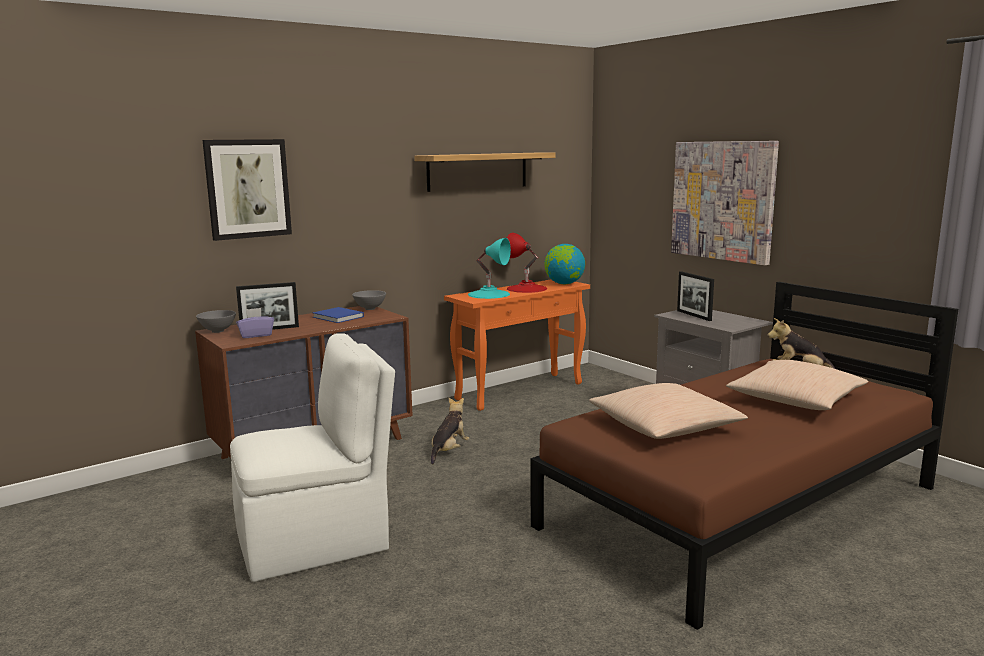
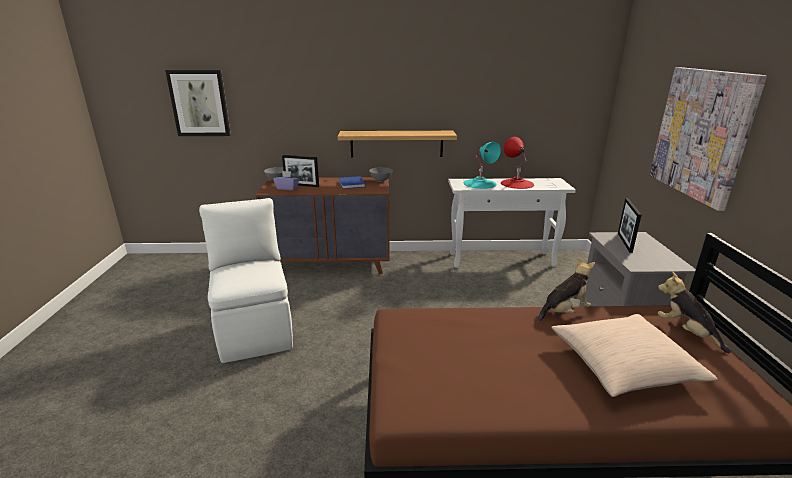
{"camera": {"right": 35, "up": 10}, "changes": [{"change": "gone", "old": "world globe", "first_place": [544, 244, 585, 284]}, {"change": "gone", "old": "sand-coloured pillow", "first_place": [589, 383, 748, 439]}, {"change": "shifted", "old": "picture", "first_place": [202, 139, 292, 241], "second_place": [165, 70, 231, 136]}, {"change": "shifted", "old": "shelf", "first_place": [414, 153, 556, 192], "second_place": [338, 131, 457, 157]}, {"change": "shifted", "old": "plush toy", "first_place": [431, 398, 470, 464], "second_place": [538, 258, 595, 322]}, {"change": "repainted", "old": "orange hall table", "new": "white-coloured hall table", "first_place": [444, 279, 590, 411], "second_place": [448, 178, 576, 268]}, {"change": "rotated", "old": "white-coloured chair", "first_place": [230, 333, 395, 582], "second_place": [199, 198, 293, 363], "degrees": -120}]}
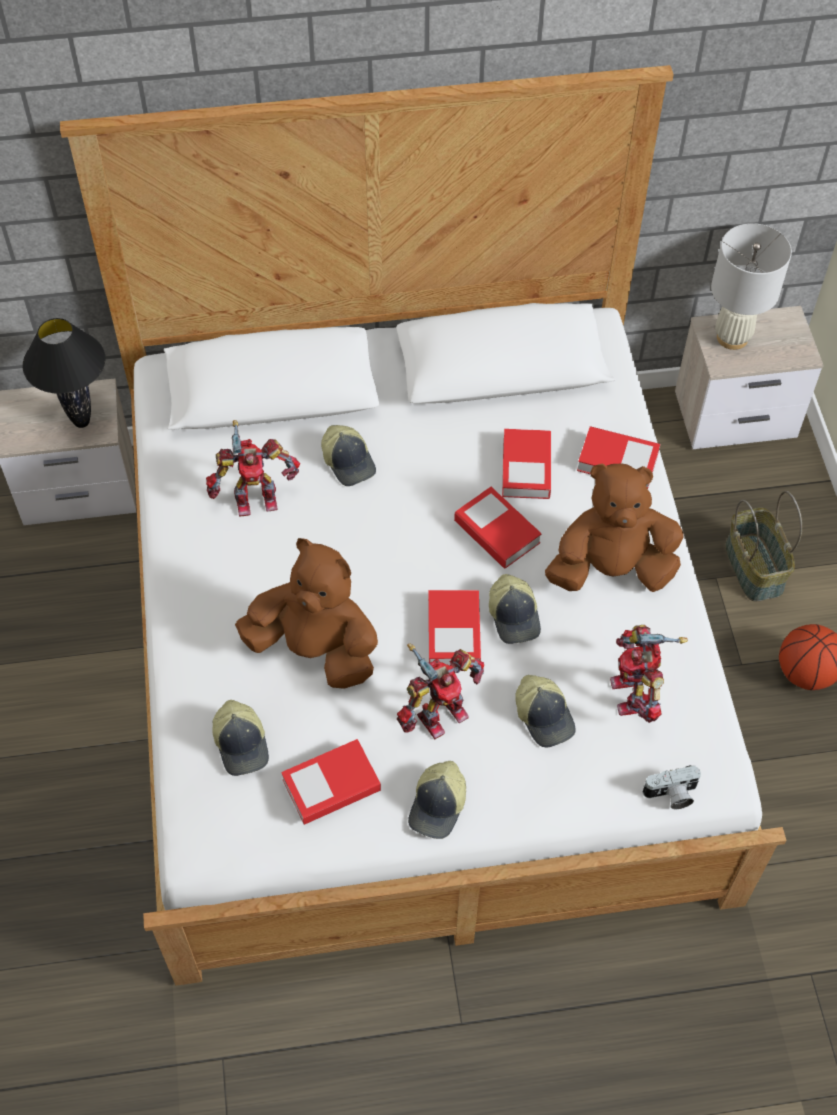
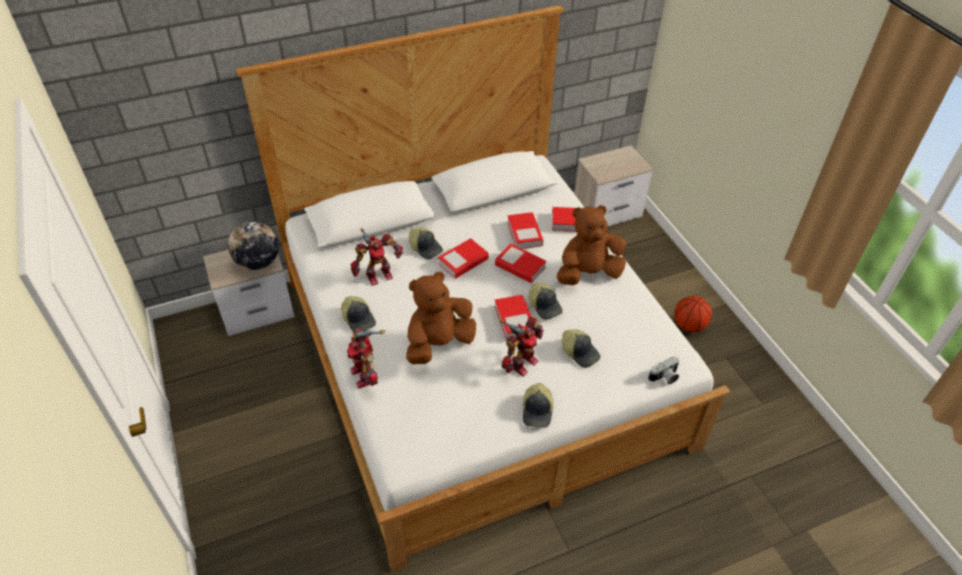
{"camera": {"right": -15, "up": -10}, "changes": [{"change": "gone", "old": "white-coloured lamp for a table", "first_place": [711, 223, 792, 350]}, {"change": "gone", "old": "household basket", "first_place": [725, 491, 802, 602]}, {"change": "shifted", "old": "cap", "first_place": [212, 700, 269, 776], "second_place": [341, 296, 376, 331]}, {"change": "shifted", "old": "volume", "first_place": [281, 739, 381, 825], "second_place": [438, 238, 489, 279]}, {"change": "shifted", "old": "toy robot", "first_place": [610, 625, 688, 723], "second_place": [347, 329, 385, 388]}, {"change": "swapped", "old": "black-coloured lamp for a table", "new": "world globe", "first_place": [23, 318, 105, 428], "second_place": [228, 221, 279, 270]}, {"change": "rotated", "old": "brown plush toy", "first_place": [235, 538, 378, 689], "second_place": [406, 272, 476, 364], "degrees": -45}]}
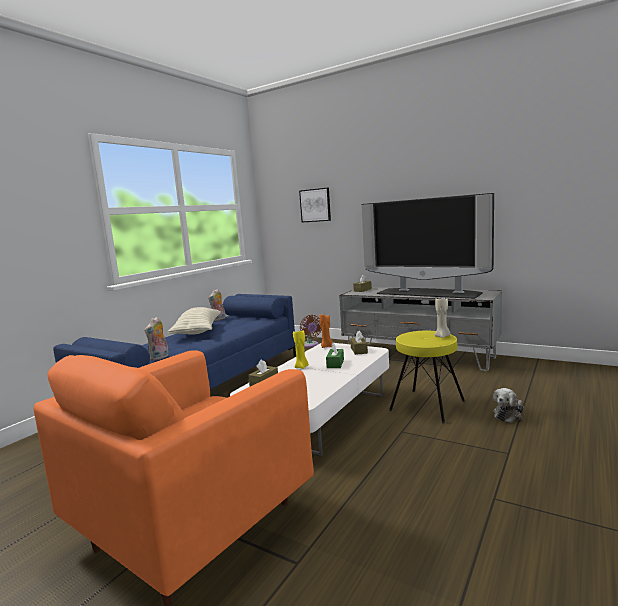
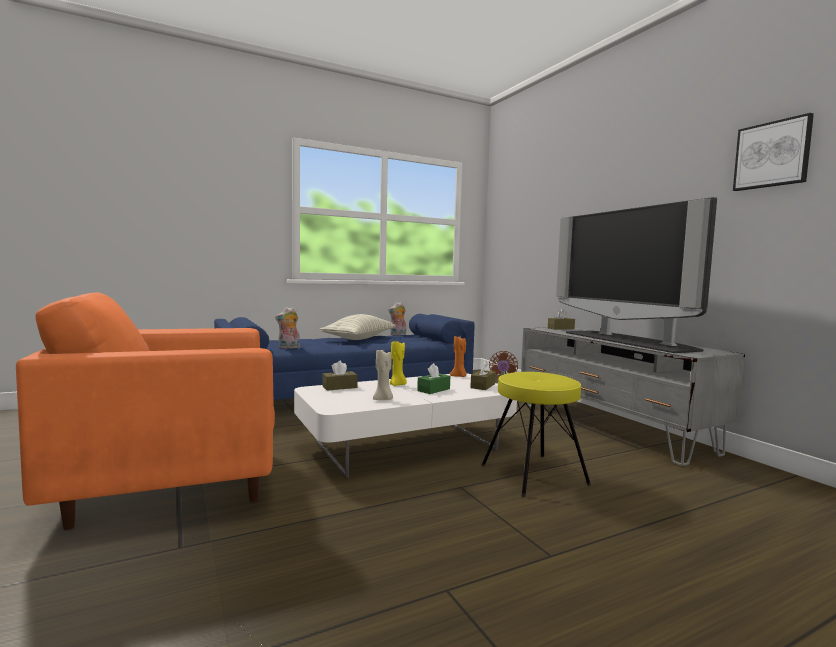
{"camera": {"right": 30, "up": -5}, "changes": [{"change": "gone", "old": "plush toy", "first_place": [493, 388, 524, 423]}, {"change": "shifted", "old": "picture", "first_place": [299, 188, 331, 223], "second_place": [733, 113, 814, 191]}, {"change": "shifted", "old": "sand-coloured wax candle", "first_place": [435, 296, 450, 338], "second_place": [373, 350, 393, 400]}]}
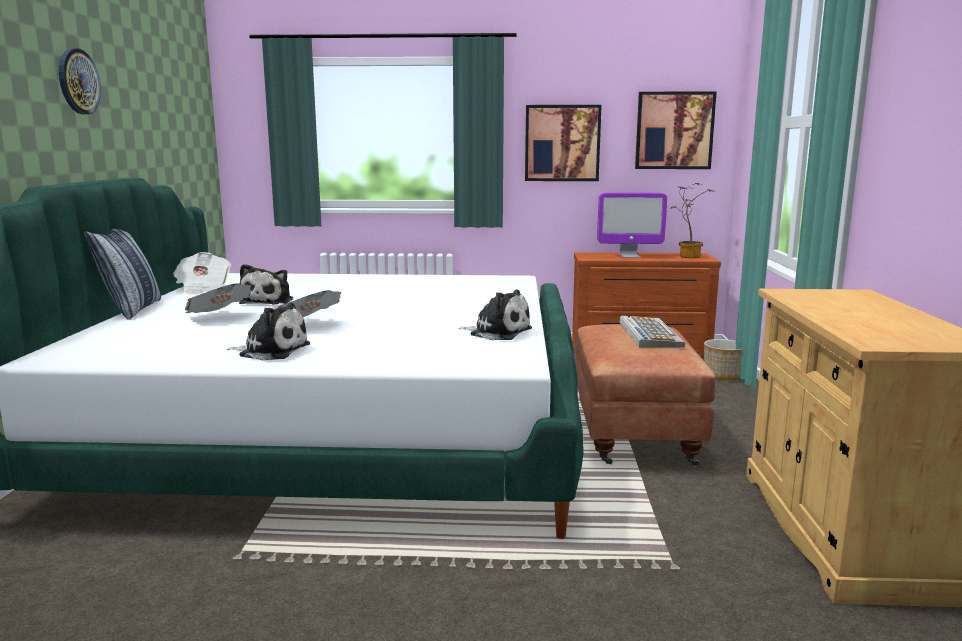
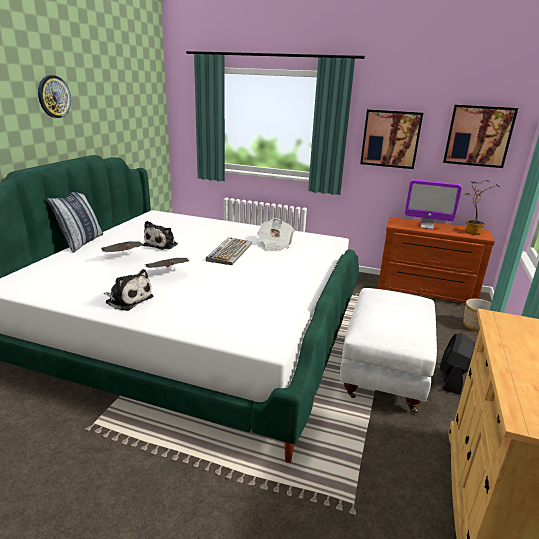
{"camera": {"right": 15, "up": 10}, "changes": [{"change": "gone", "old": "plush toy", "first_place": [458, 290, 532, 340]}, {"change": "new", "new": "black-coloured cooling fan", "second_place": [440, 333, 475, 395]}, {"change": "shifted", "old": "newspaper", "first_place": [173, 252, 231, 294], "second_place": [257, 218, 294, 251]}, {"change": "shifted", "old": "keyboard", "first_place": [619, 316, 685, 347], "second_place": [206, 237, 252, 265]}, {"change": "repainted", "old": "brown footrest", "new": "white-coloured footrest", "first_place": [576, 324, 716, 467], "second_place": [340, 288, 437, 414]}]}
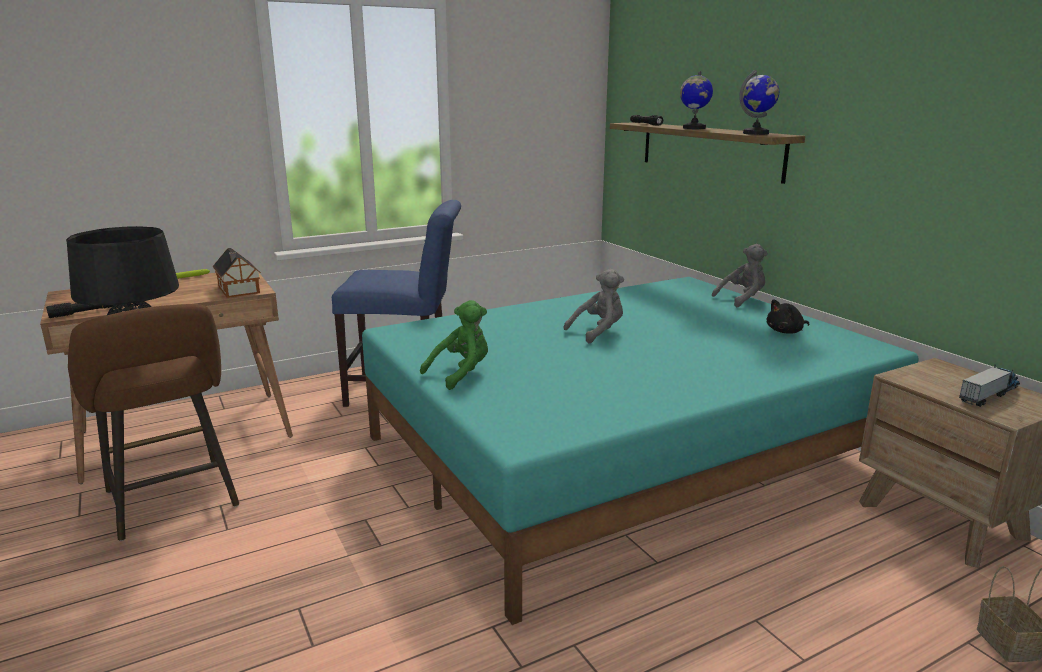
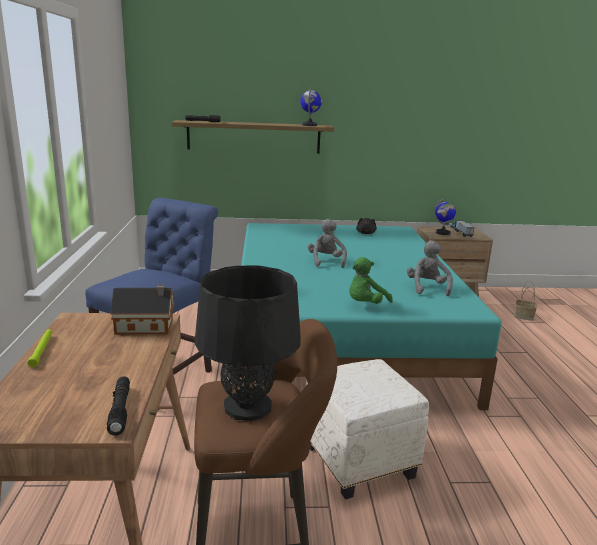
{"camera": {"right": -65, "up": 0}, "changes": [{"change": "new", "new": "white-coloured footrest", "second_place": [306, 359, 429, 500]}, {"change": "shifted", "old": "world globe", "first_place": [680, 71, 713, 129], "second_place": [435, 199, 456, 235]}, {"change": "shifted", "old": "greyish plush toy", "first_place": [712, 244, 768, 307], "second_place": [407, 240, 453, 296]}, {"change": "rotated", "old": "green plush toy", "first_place": [420, 300, 488, 390], "second_place": [349, 257, 393, 304], "degrees": -120}]}
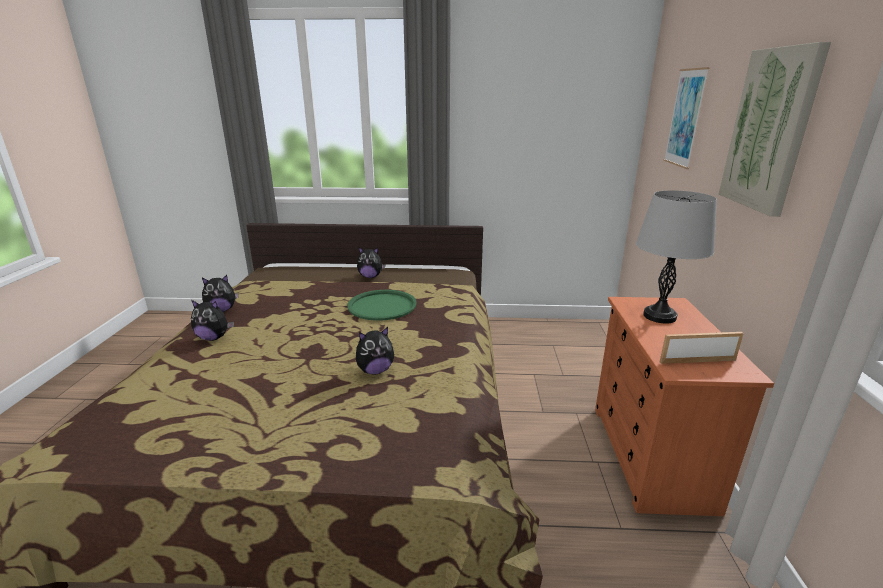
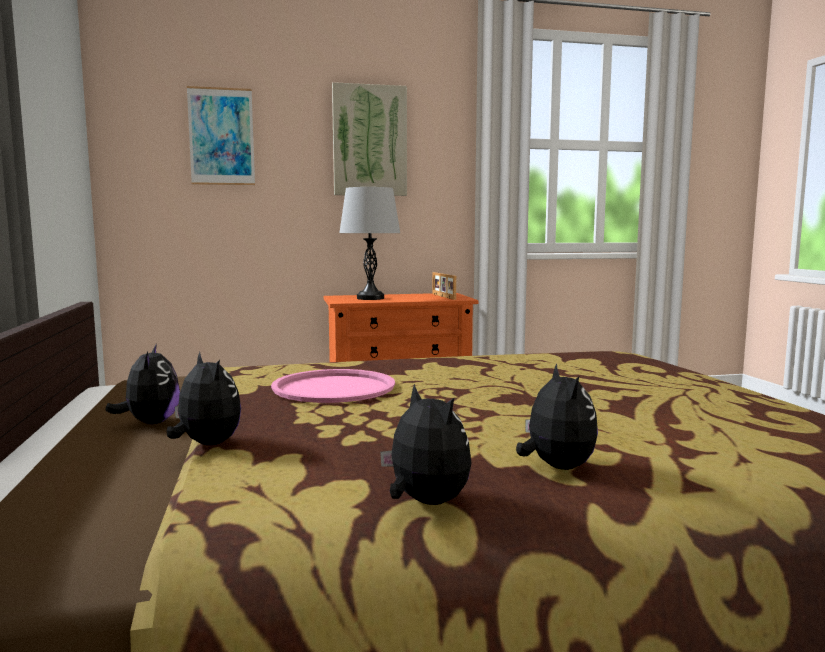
{"camera": {"right": -105, "up": -15}, "changes": [{"change": "shifted", "old": "plush toy", "first_place": [356, 327, 394, 375], "second_place": [166, 352, 241, 445]}, {"change": "repainted", "old": "green tray", "new": "pink tray", "first_place": [347, 290, 417, 321], "second_place": [271, 369, 395, 403]}]}
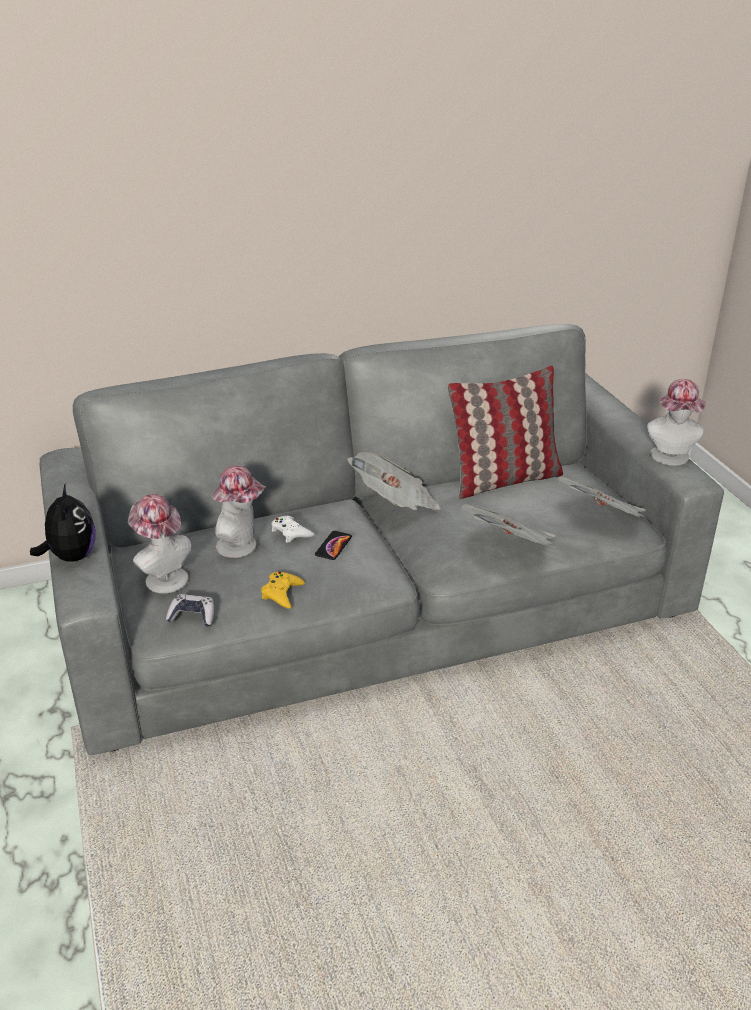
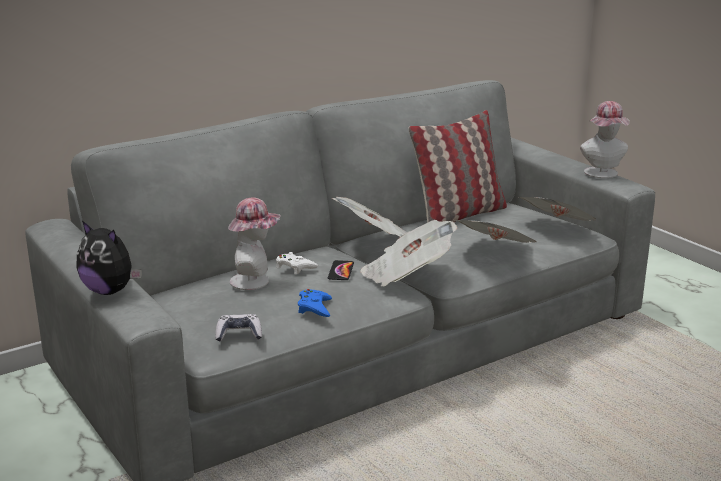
{"camera": {"right": -15, "up": -10}, "changes": [{"change": "gone", "old": "wearable hat", "first_place": [128, 494, 192, 593]}, {"change": "new", "new": "newspaper", "second_place": [360, 220, 457, 287]}, {"change": "repainted", "old": "yellow-coloured gamepad", "new": "bluish gamepad", "first_place": [261, 572, 305, 609], "second_place": [298, 289, 332, 317]}, {"change": "rotated", "old": "plush toy", "first_place": [30, 483, 96, 562], "second_place": [76, 221, 142, 295], "degrees": 150}]}
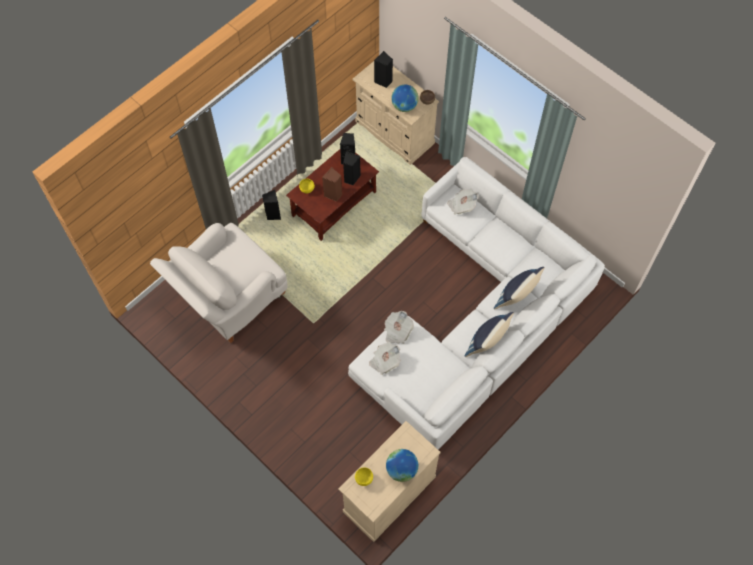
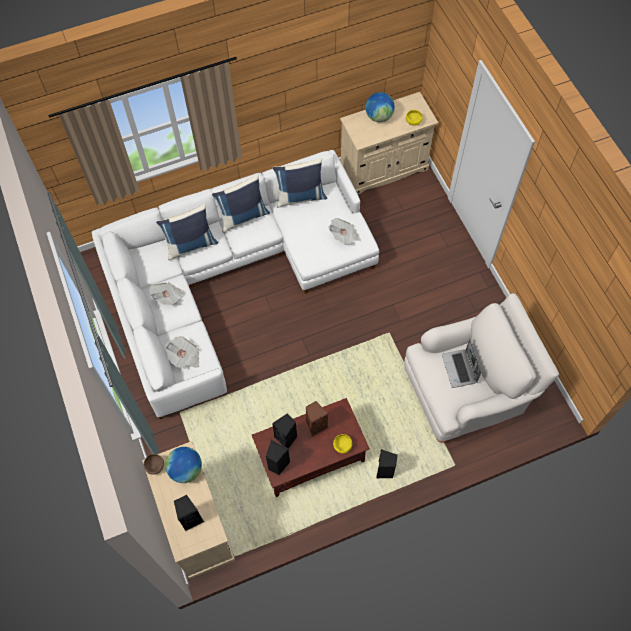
{"camera": {"right": -155, "up": 0}, "changes": [{"change": "new", "new": "bluish pillow", "second_place": [273, 158, 327, 207]}, {"change": "new", "new": "portable computer", "second_place": [442, 339, 481, 388]}, {"change": "shifted", "old": "newspaper", "first_place": [384, 311, 414, 344], "second_place": [149, 282, 184, 305]}]}
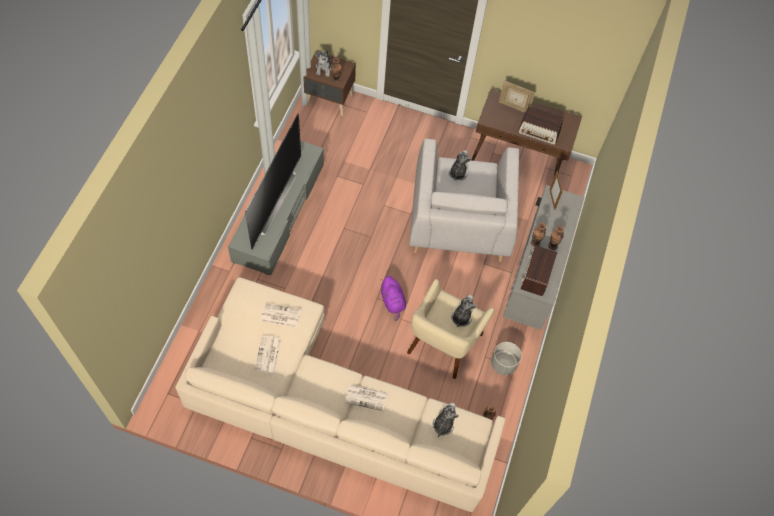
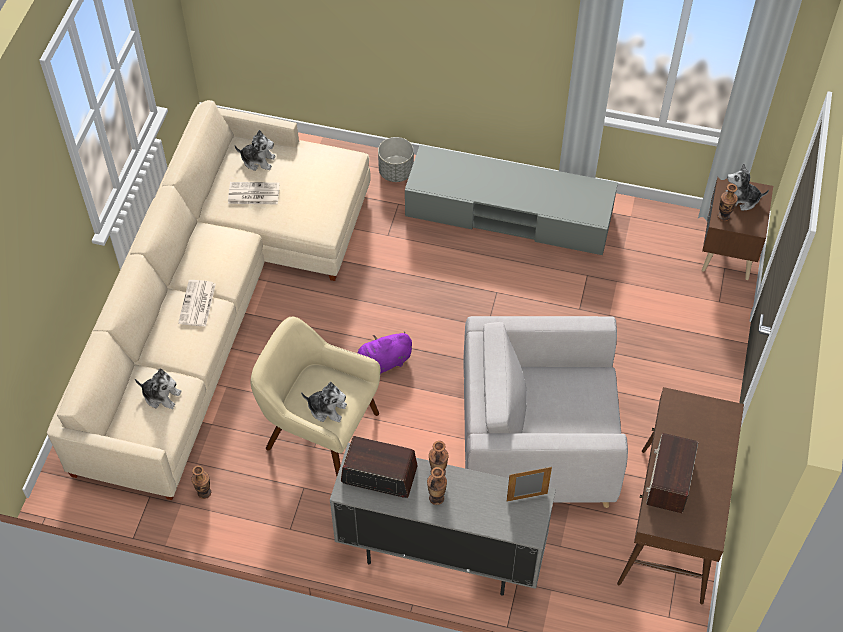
{"camera": {"right": 90, "up": -5}, "changes": [{"change": "gone", "old": "TV set", "first_place": [245, 114, 301, 250]}, {"change": "gone", "old": "newspaper", "first_place": [260, 303, 301, 328]}, {"change": "gone", "old": "standing frame", "first_place": [499, 81, 535, 113]}, {"change": "shifted", "old": "plush toy", "first_place": [449, 150, 472, 180], "second_place": [234, 130, 276, 171]}, {"change": "shifted", "old": "greyish plant pot", "first_place": [491, 342, 522, 375], "second_place": [378, 137, 414, 182]}]}
